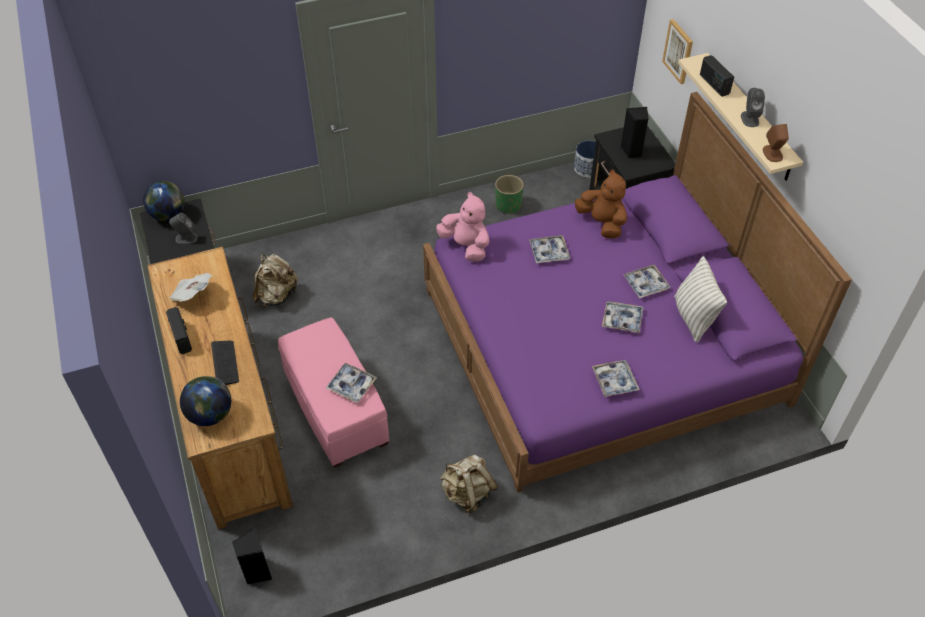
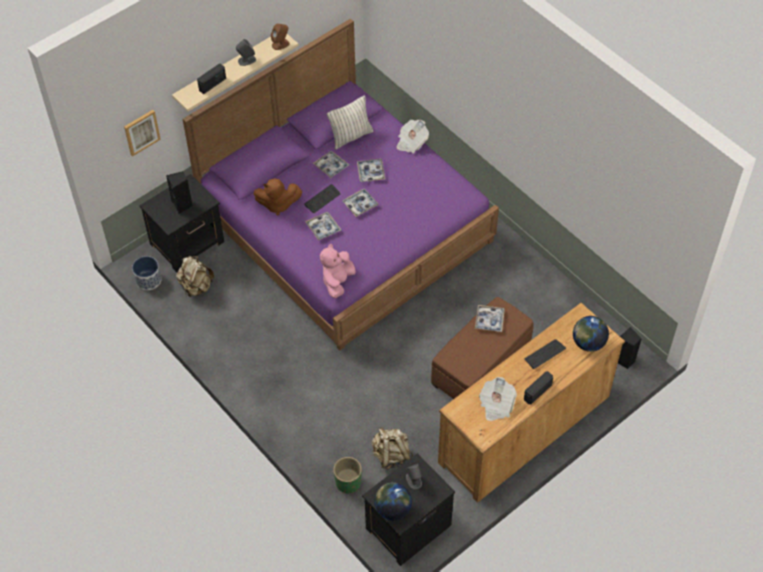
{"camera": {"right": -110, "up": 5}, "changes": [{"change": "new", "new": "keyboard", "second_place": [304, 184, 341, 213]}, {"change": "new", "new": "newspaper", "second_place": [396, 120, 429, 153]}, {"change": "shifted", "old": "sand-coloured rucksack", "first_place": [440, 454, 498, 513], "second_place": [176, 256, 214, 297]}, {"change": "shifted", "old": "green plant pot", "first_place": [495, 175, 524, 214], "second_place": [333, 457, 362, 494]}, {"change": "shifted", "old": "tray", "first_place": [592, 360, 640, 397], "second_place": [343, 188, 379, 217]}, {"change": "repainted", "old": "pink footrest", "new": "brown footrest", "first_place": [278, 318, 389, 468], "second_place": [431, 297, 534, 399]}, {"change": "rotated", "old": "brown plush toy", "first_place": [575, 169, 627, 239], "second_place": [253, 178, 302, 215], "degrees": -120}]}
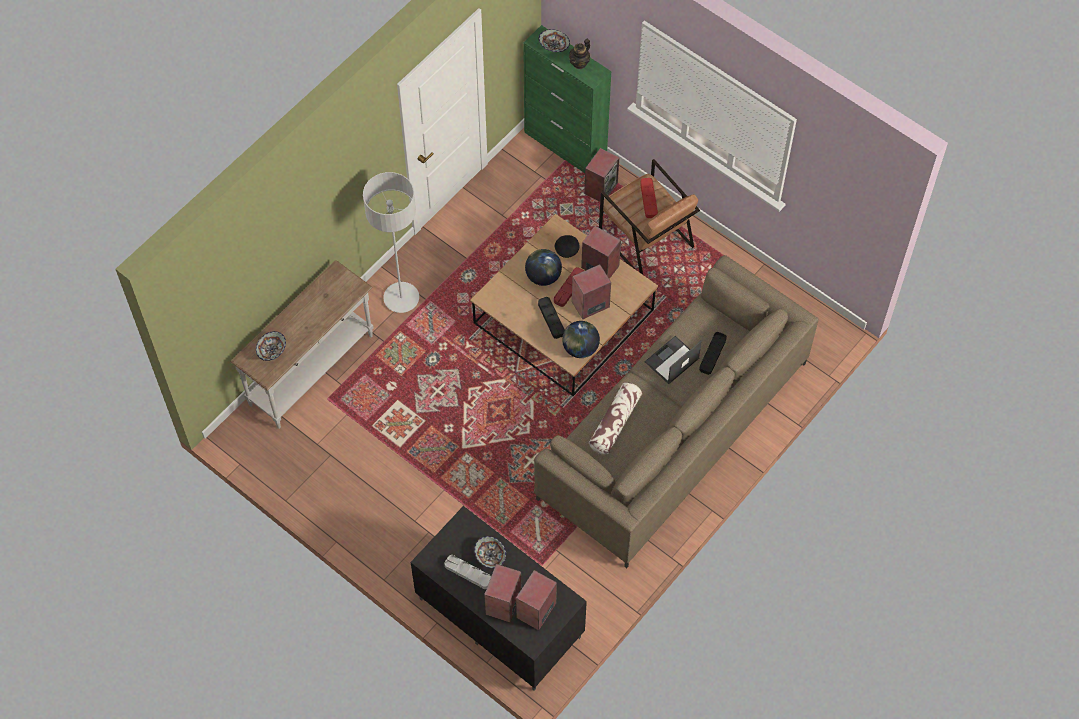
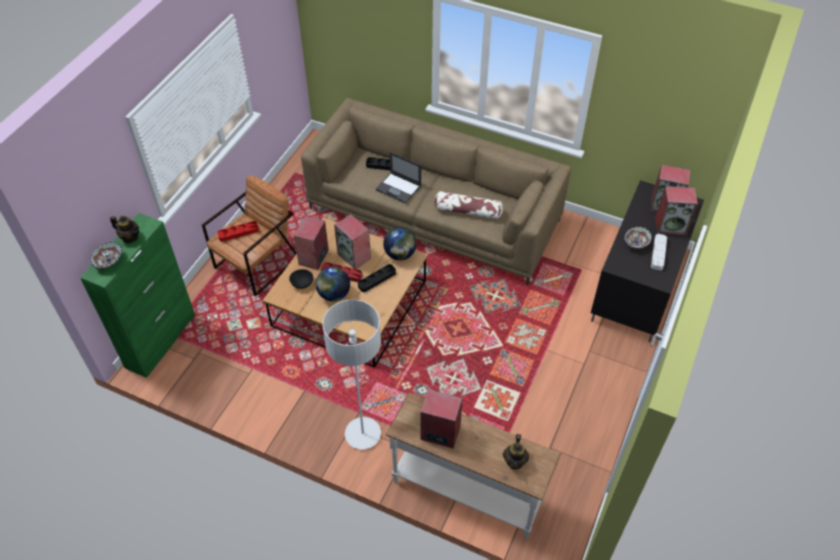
{"camera": {"right": -105, "up": -10}, "changes": [{"change": "shifted", "old": "audio speaker", "first_place": [584, 148, 619, 202], "second_place": [420, 389, 463, 449]}, {"change": "swapped", "old": "serving bowl", "new": "tea pot", "first_place": [256, 331, 286, 361], "second_place": [503, 434, 529, 469]}]}
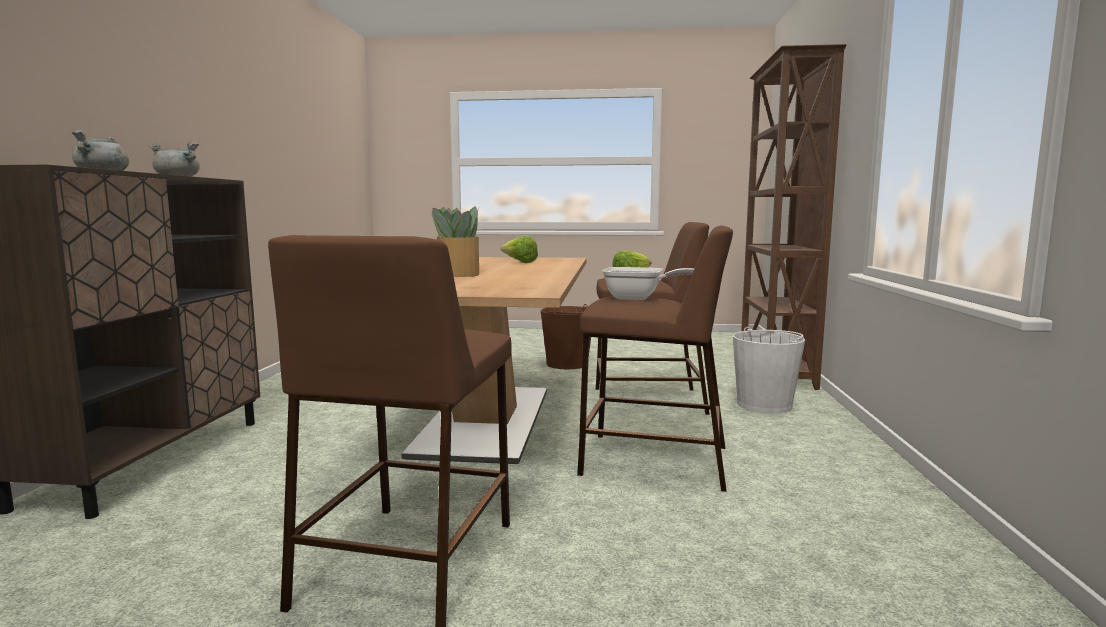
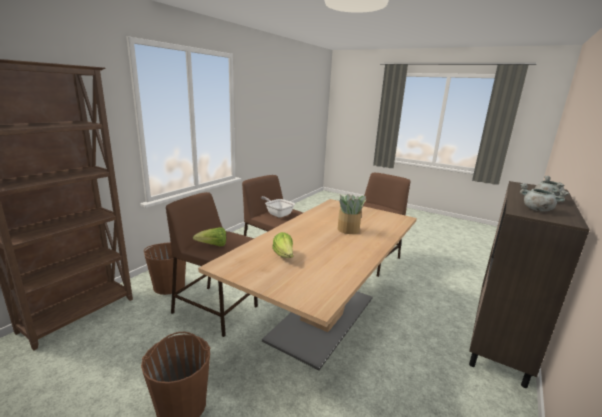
{"camera": {"right": -155, "up": 10}, "changes": [{"change": "repainted", "old": "white-coloured bucket", "new": "brown bucket", "first_place": [733, 327, 805, 414], "second_place": [144, 242, 186, 295]}]}
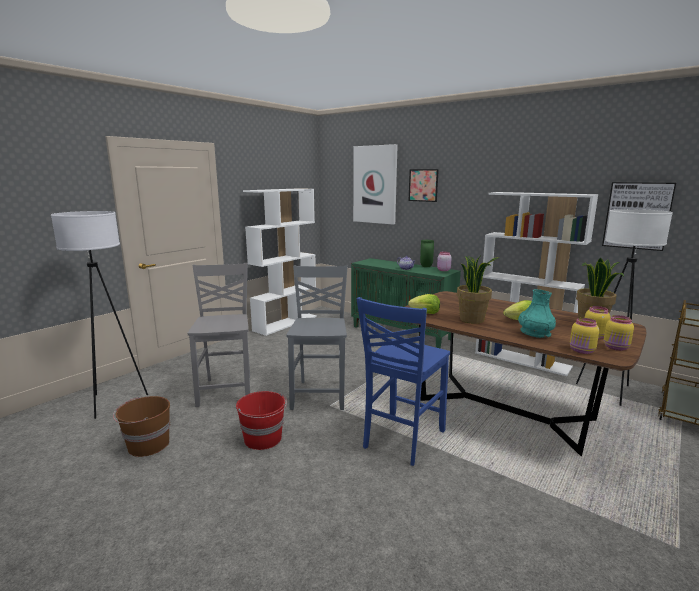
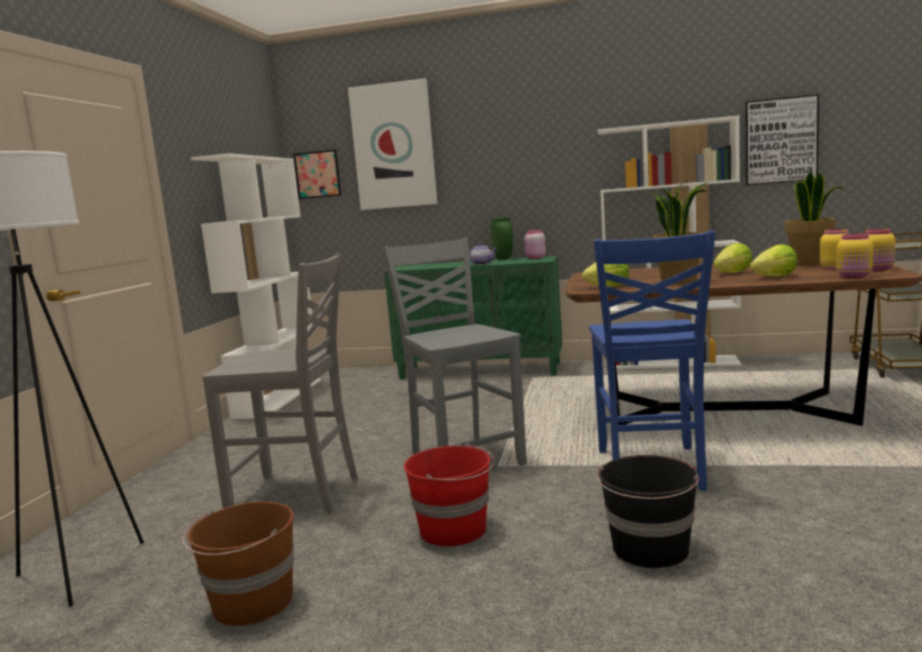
{"camera": {"right": -25, "up": -5}, "changes": [{"change": "gone", "old": "white-coloured standing lamp", "first_place": [576, 209, 673, 406]}, {"change": "new", "new": "black-coloured bucket", "second_place": [596, 455, 699, 568]}, {"change": "shifted", "old": "picture", "first_place": [408, 169, 439, 202], "second_place": [293, 149, 341, 199]}, {"change": "swapped", "old": "turquoise decorative vase", "new": "head of lettuce", "first_place": [518, 289, 556, 338], "second_place": [750, 244, 798, 276]}, {"change": "rotated", "old": "greyish chair", "first_place": [188, 263, 250, 407], "second_place": [202, 253, 358, 513], "degrees": 135}]}
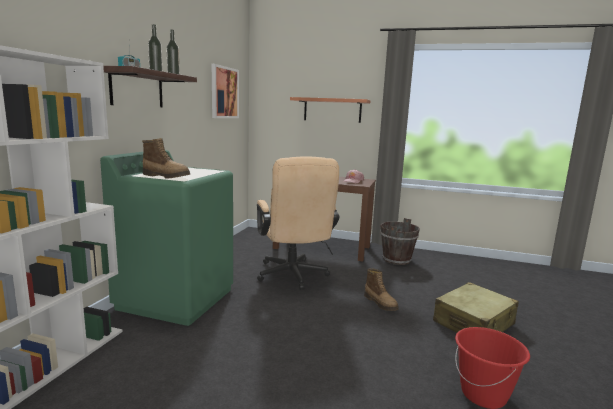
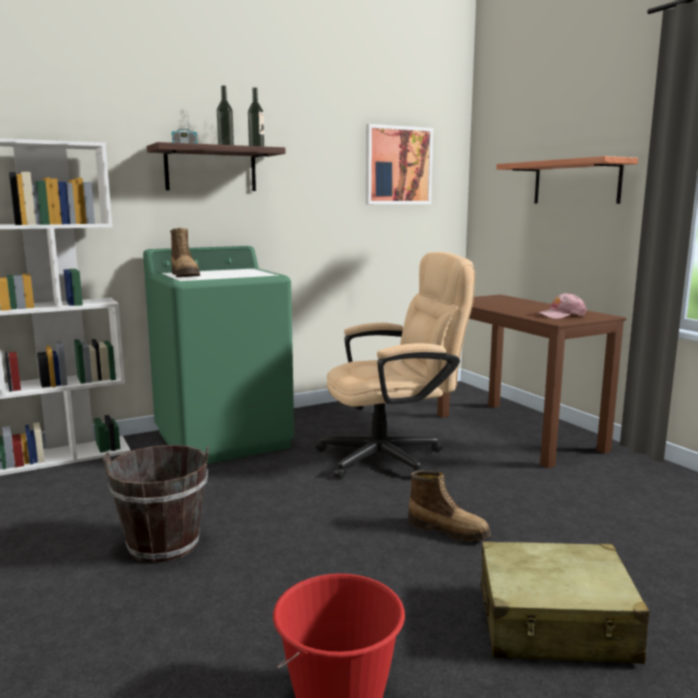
{"camera": {"right": 45, "up": 0}, "changes": [{"change": "shifted", "old": "brown bucket", "first_place": [380, 218, 420, 265], "second_place": [103, 445, 209, 563]}, {"change": "rotated", "old": "sand-coloured computer chair", "first_place": [257, 157, 339, 290], "second_place": [316, 252, 475, 479], "degrees": -135}, {"change": "rotated", "old": "tall boot", "first_place": [364, 268, 399, 311], "second_place": [408, 471, 491, 541], "degrees": -75}]}
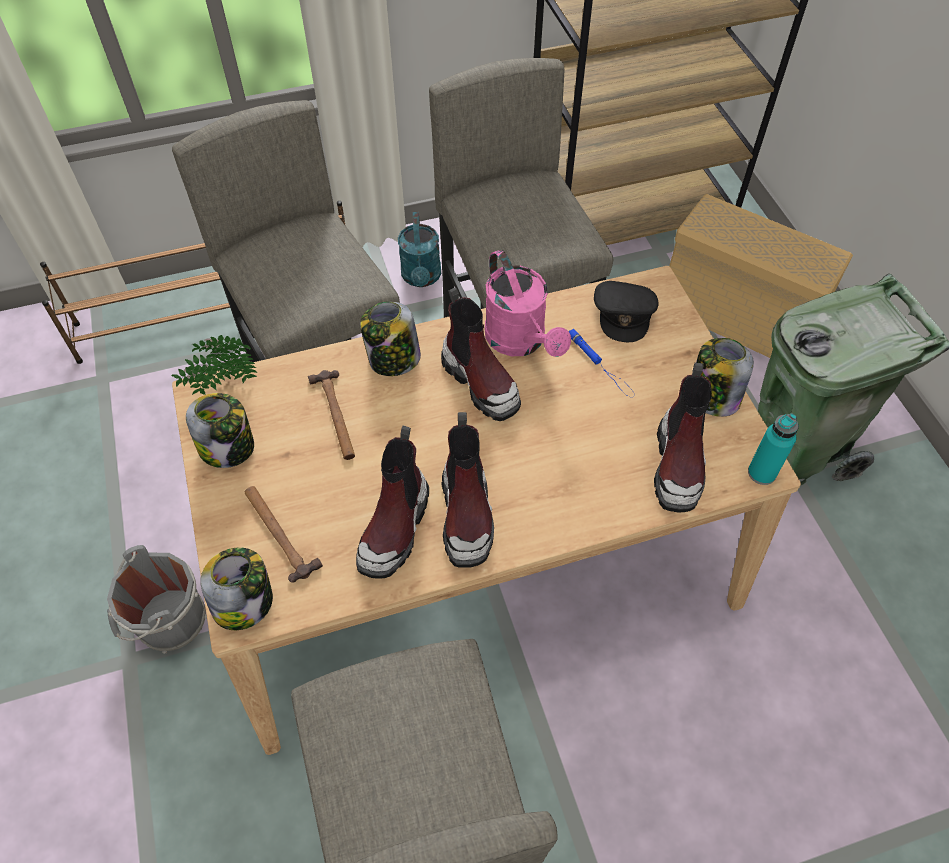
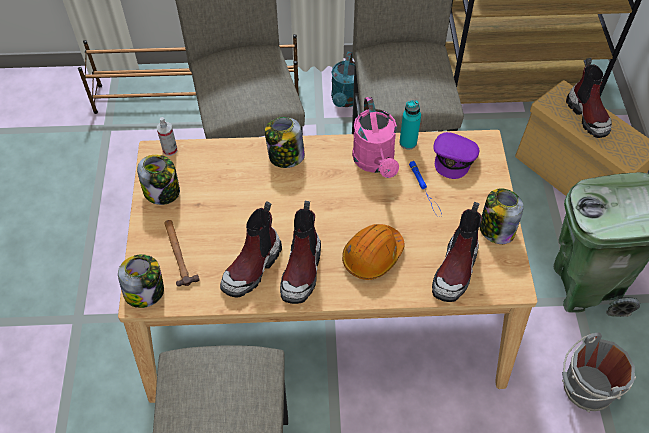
{"camera": {"right": 15, "up": 0}, "changes": [{"change": "gone", "old": "tool hammer", "first_place": [308, 370, 355, 460]}, {"change": "new", "new": "orange safety helmet", "second_place": [342, 224, 405, 280]}, {"change": "shifted", "old": "greyish bucket", "first_place": [107, 545, 207, 654], "second_place": [562, 332, 636, 412]}, {"change": "shifted", "old": "tall boot", "first_place": [441, 287, 521, 421], "second_place": [566, 58, 612, 138]}, {"change": "shifted", "old": "turquoise beverage bottle", "first_place": [748, 413, 799, 485], "second_place": [399, 100, 421, 149]}, {"change": "swapped", "old": "houseplant", "new": "hand sprayer", "first_place": [171, 335, 257, 395], "second_place": [157, 117, 177, 156]}, {"change": "repainted", "old": "black-coloured cap", "new": "purple-coloured cap", "first_place": [594, 281, 659, 342], "second_place": [433, 132, 479, 179]}]}
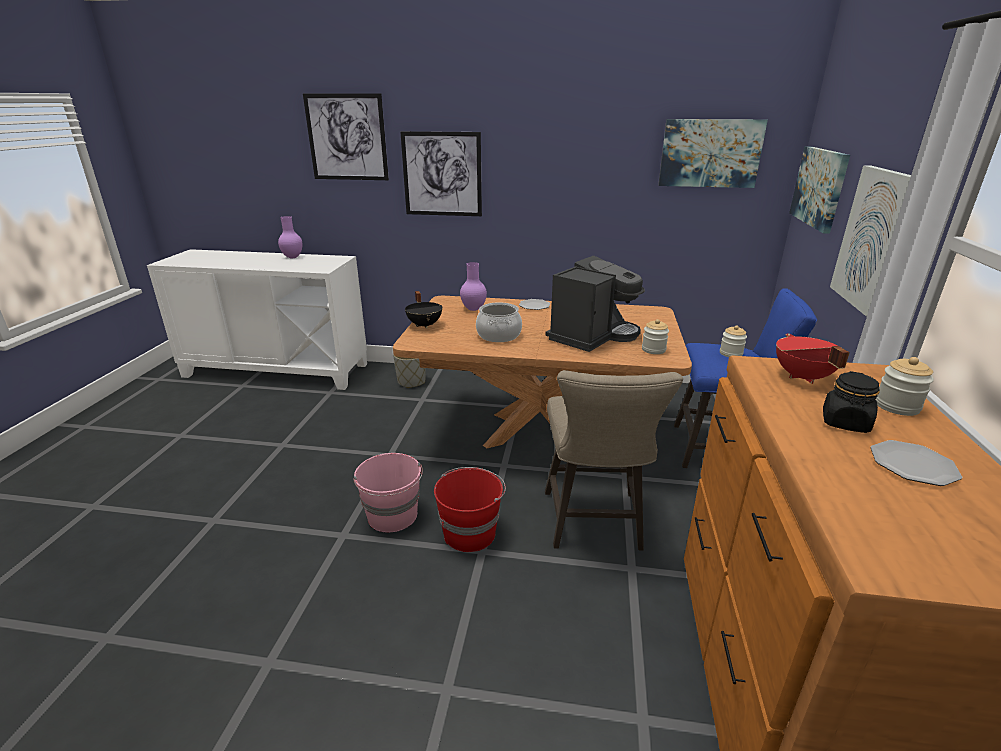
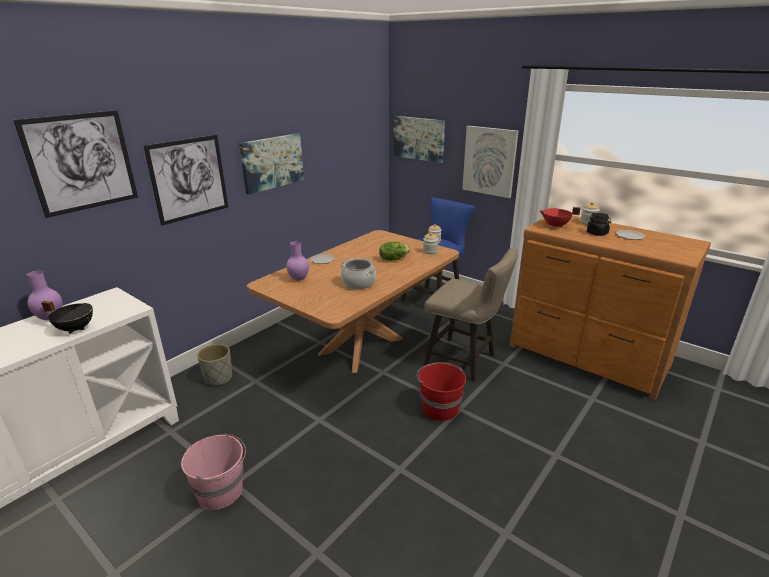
{"camera": {"right": -60, "up": 0}, "changes": [{"change": "shifted", "old": "pink bucket", "first_place": [353, 453, 423, 533], "second_place": [181, 433, 246, 510]}, {"change": "shifted", "old": "black-coloured cooking pot", "first_place": [405, 291, 443, 328], "second_place": [41, 301, 93, 334]}, {"change": "shifted", "old": "picture", "first_place": [658, 119, 768, 188], "second_place": [239, 133, 304, 195]}, {"change": "swapped", "old": "coffee maker", "new": "head of lettuce", "first_place": [545, 256, 645, 352], "second_place": [379, 242, 410, 261]}]}
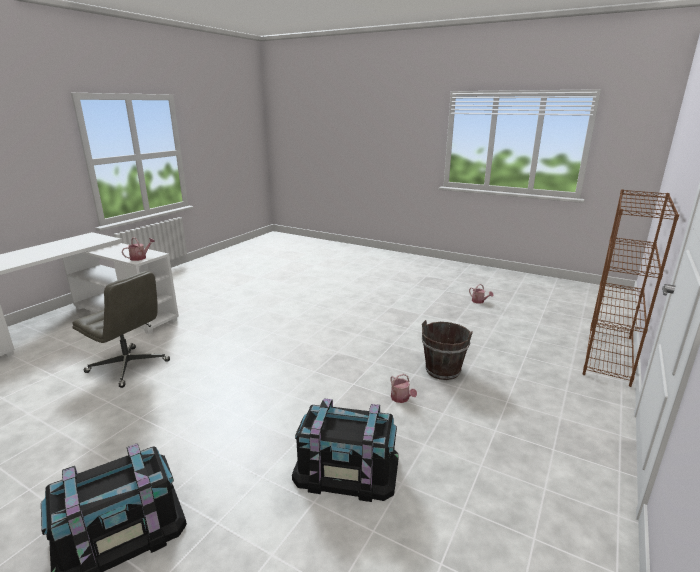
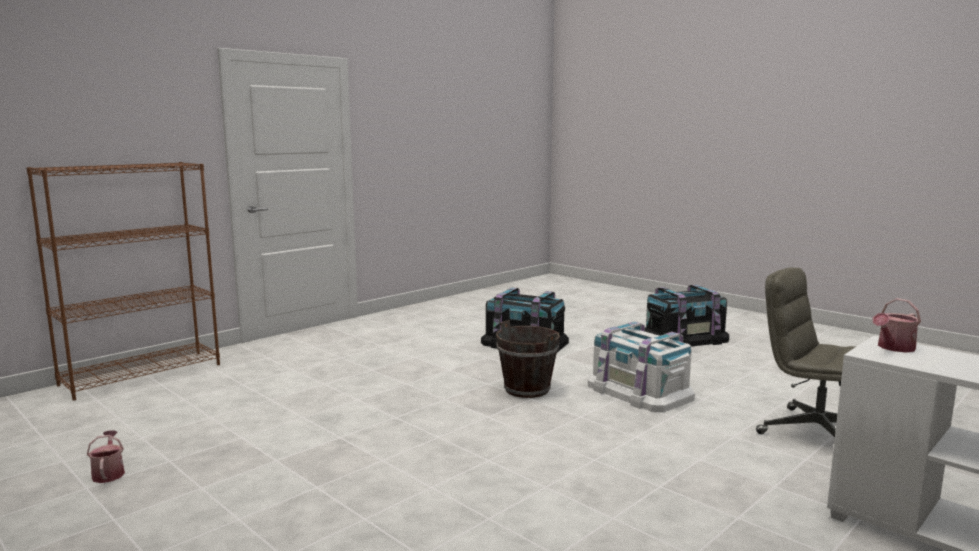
{"camera": {"right": -165, "up": -10}, "changes": [{"change": "gone", "old": "sprinkling can", "first_place": [390, 374, 417, 403]}, {"change": "new", "new": "white-coloured storage container", "second_place": [588, 321, 695, 412]}, {"change": "shifted", "old": "brown bucket", "first_place": [422, 320, 473, 380], "second_place": [496, 320, 560, 398]}]}
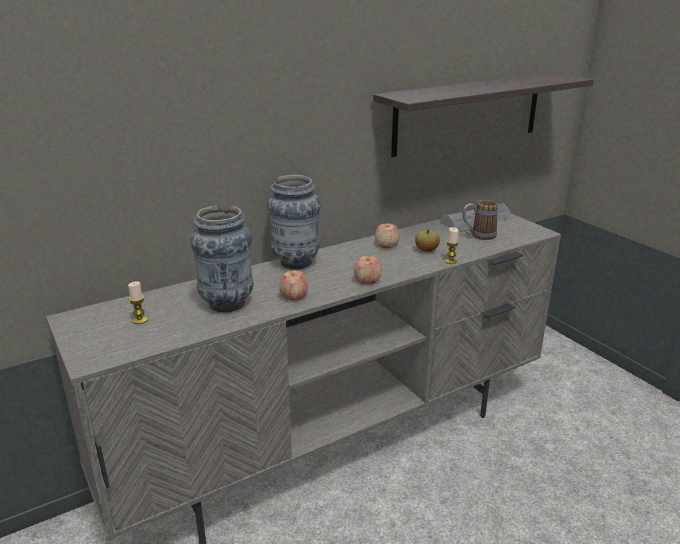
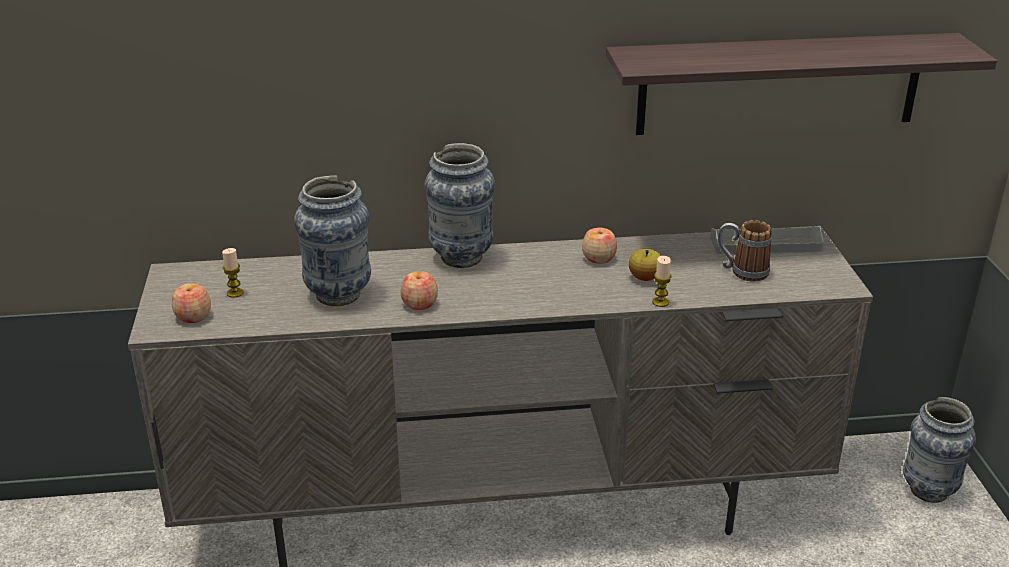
{"camera": {"right": 25, "up": 5}, "changes": [{"change": "new", "new": "decorative vase", "second_place": [903, 397, 976, 503]}, {"change": "shifted", "old": "apple fruit", "first_place": [354, 256, 382, 284], "second_place": [172, 283, 211, 323]}]}
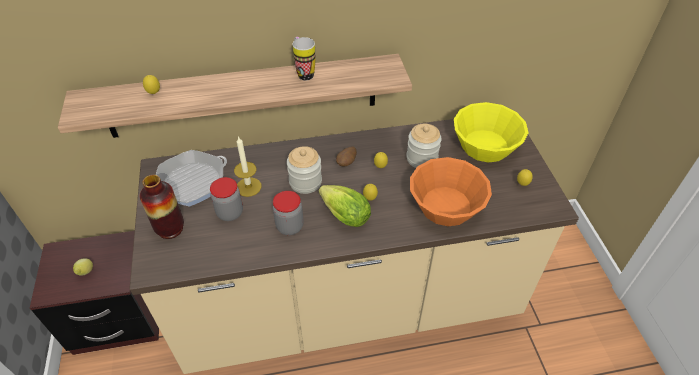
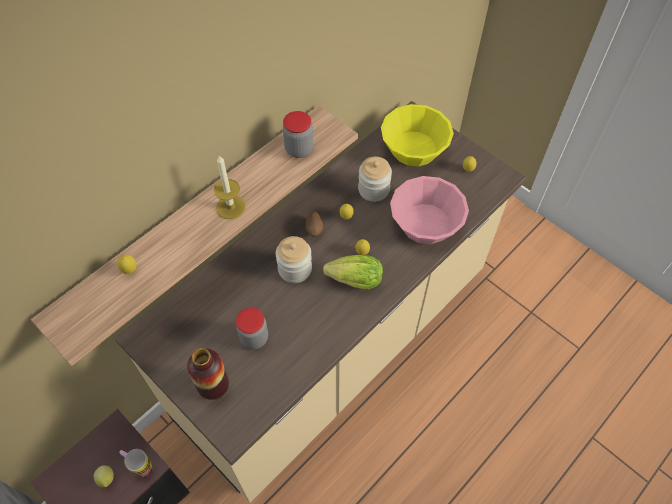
{"camera": {"right": -35, "up": 10}, "changes": [{"change": "gone", "old": "skillet", "first_place": [156, 150, 227, 207]}, {"change": "shifted", "old": "wax candle", "first_place": [234, 136, 261, 197], "second_place": [214, 156, 246, 219]}, {"change": "shifted", "old": "preserve jar", "first_place": [273, 191, 304, 235], "second_place": [283, 111, 313, 158]}, {"change": "shifted", "old": "mug", "first_place": [293, 37, 315, 81], "second_place": [119, 449, 152, 477]}, {"change": "repainted", "old": "orange serving bowl", "new": "pink serving bowl", "first_place": [410, 157, 492, 226], "second_place": [390, 176, 469, 244]}]}
